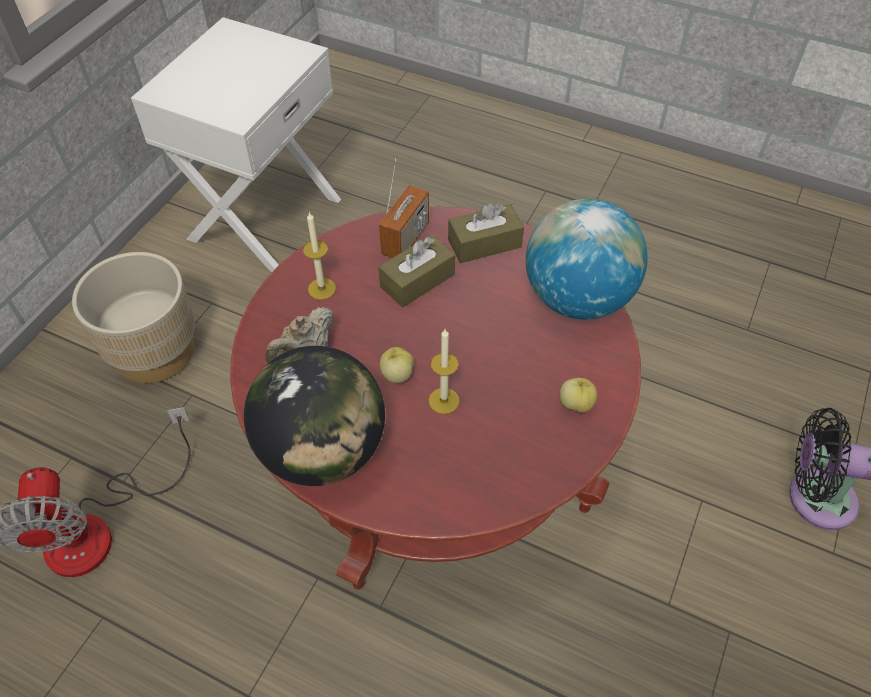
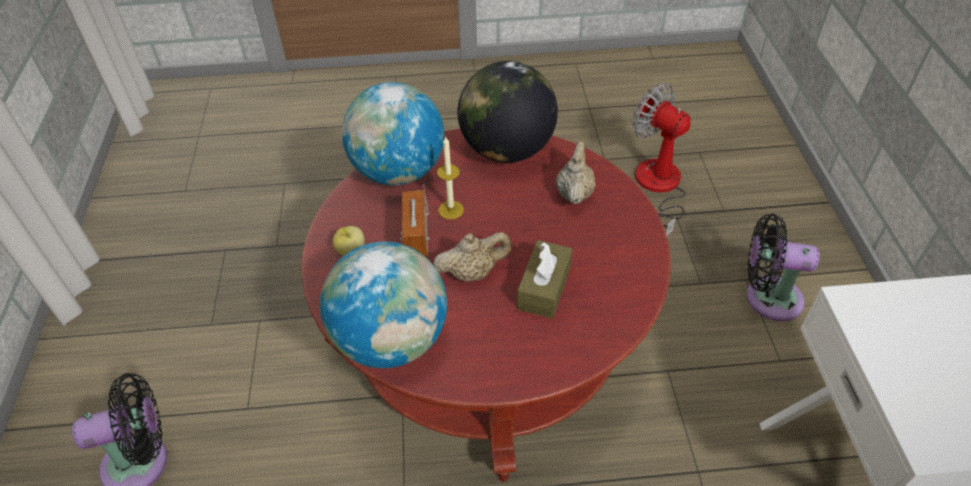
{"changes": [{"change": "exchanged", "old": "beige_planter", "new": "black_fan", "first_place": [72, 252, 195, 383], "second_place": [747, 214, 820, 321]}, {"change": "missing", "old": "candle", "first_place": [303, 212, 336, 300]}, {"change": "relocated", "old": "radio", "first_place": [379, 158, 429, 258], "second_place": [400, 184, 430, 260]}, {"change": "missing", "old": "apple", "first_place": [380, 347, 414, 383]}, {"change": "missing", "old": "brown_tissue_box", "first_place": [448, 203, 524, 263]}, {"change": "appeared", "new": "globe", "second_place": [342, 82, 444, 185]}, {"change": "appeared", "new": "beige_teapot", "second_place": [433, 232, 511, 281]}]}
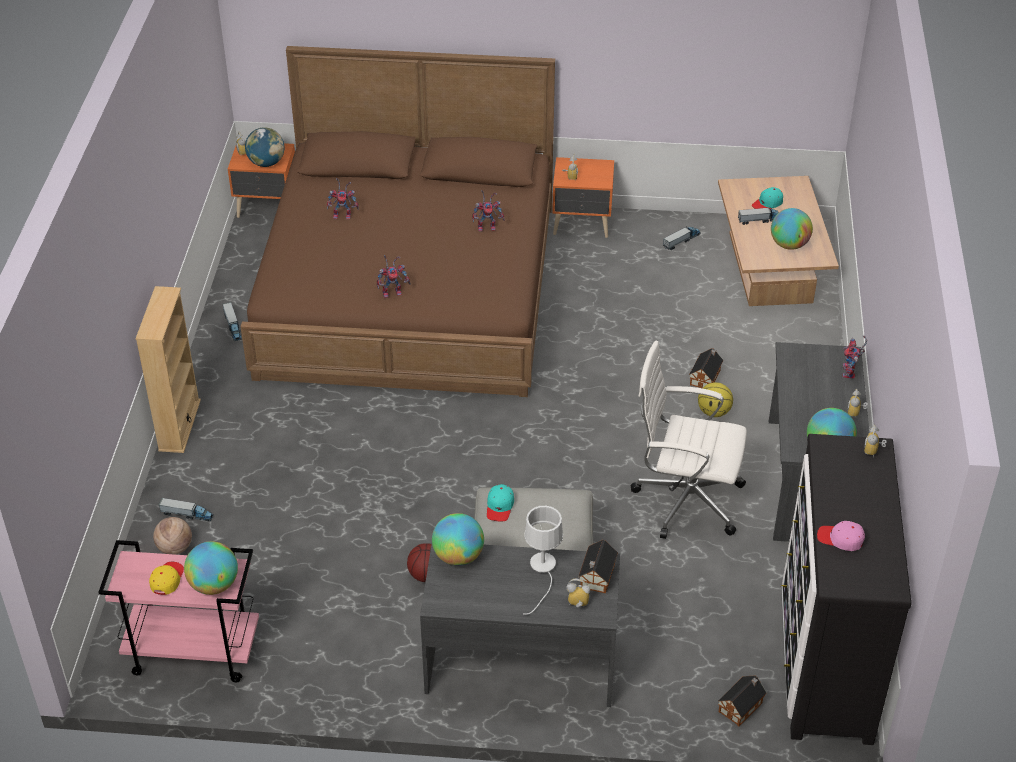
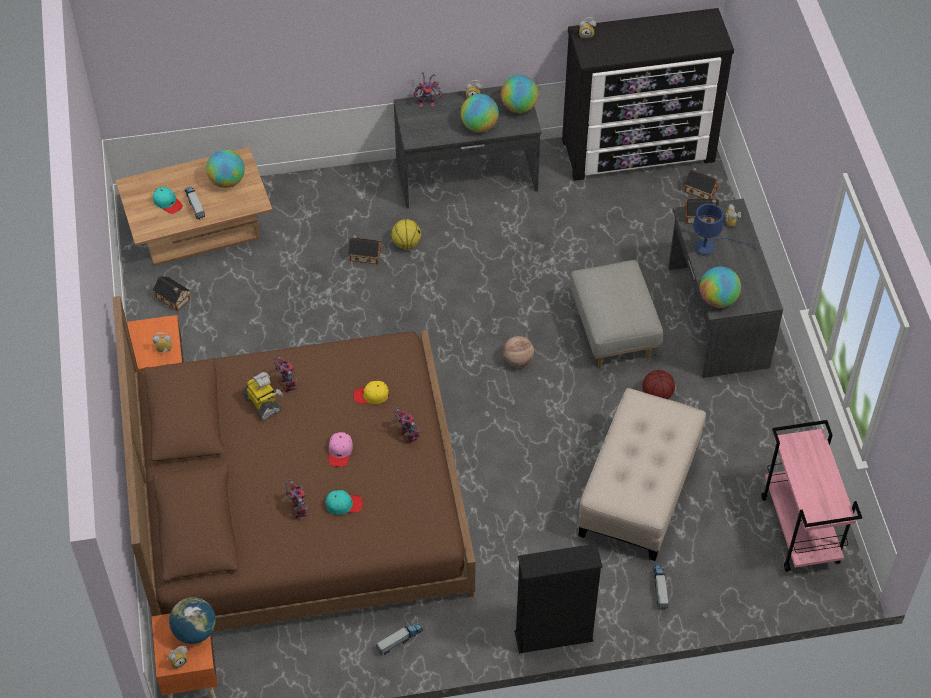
{"changes": [{"change": "colour", "old": "beige_bookcase", "new": "black_bookcase", "first_place": [135, 286, 201, 453], "second_place": [514, 544, 602, 653]}, {"change": "relocated", "old": "yellow_cap", "first_place": [149, 562, 184, 595], "second_place": [353, 381, 389, 404]}, {"change": "relocated", "old": "basketball", "first_place": [153, 517, 192, 555], "second_place": [503, 336, 534, 367]}, {"change": "relocated", "old": "globe", "first_place": [184, 541, 238, 595], "second_place": [461, 94, 499, 132]}, {"change": "relocated", "old": "turquoise_cap", "first_place": [487, 484, 514, 521], "second_place": [325, 490, 363, 515]}, {"change": "colour", "old": "white_table_lamp", "new": "blue_table_lamp", "first_place": [523, 506, 563, 615], "second_place": [693, 203, 756, 255]}, {"change": "missing", "old": "white_office_chair", "first_place": [631, 341, 747, 539]}, {"change": "exchanged", "old": "toy_truck", "new": "toy_house", "first_place": [663, 226, 701, 250], "second_place": [153, 276, 190, 311]}, {"change": "relocated", "old": "pink_cap", "first_place": [817, 521, 865, 551], "second_place": [329, 432, 353, 467]}, {"change": "appeared", "new": "toy_robot", "second_place": [243, 372, 283, 420]}, {"change": "appeared", "new": "beige_ottoman", "second_place": [578, 388, 706, 561]}]}
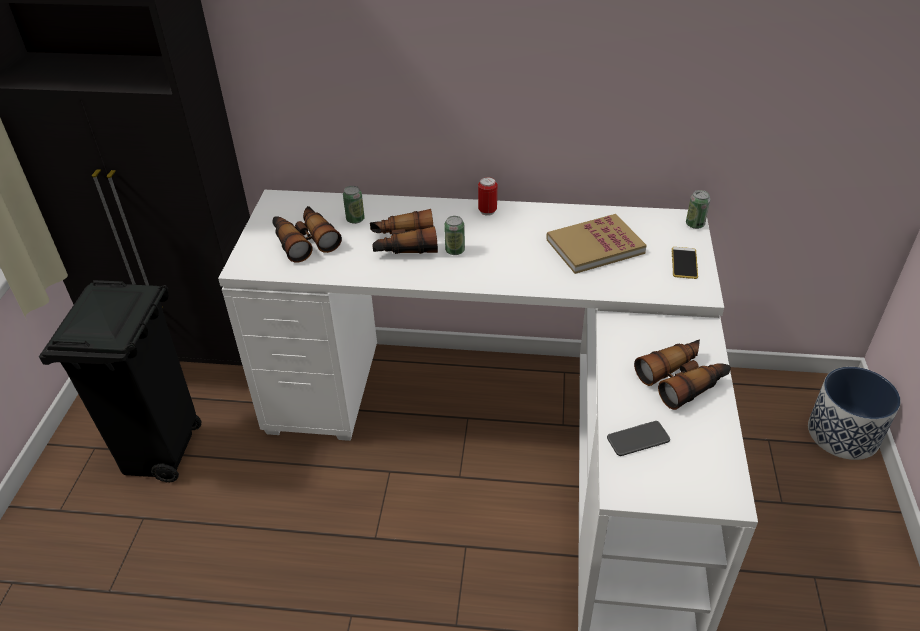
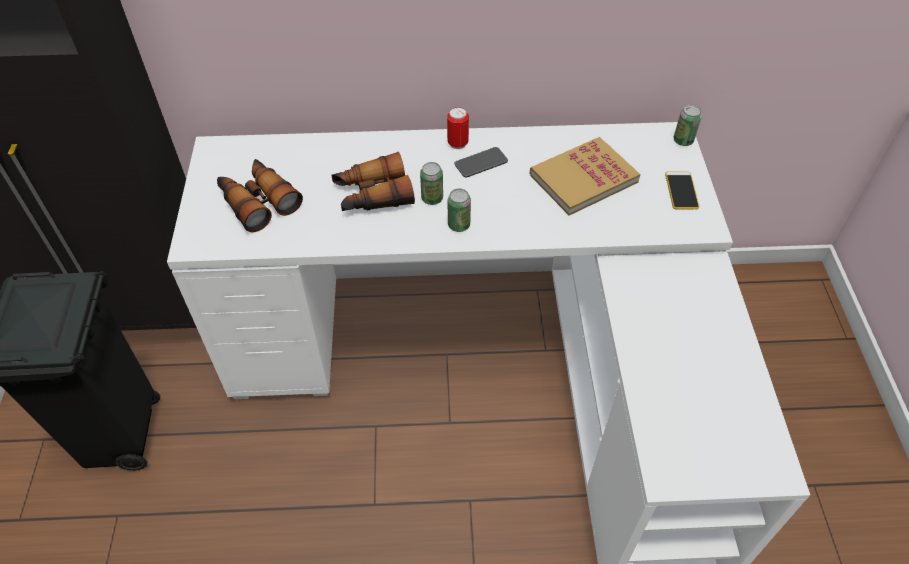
{"changes": [{"change": "relocated", "old": "can", "first_place": [343, 186, 365, 224], "second_place": [448, 189, 471, 232]}, {"change": "relocated", "old": "phone", "first_place": [607, 421, 670, 456], "second_place": [455, 147, 508, 178]}, {"change": "missing", "old": "binoculars", "first_place": [634, 340, 731, 410]}, {"change": "missing", "old": "planter", "first_place": [808, 367, 900, 460]}]}
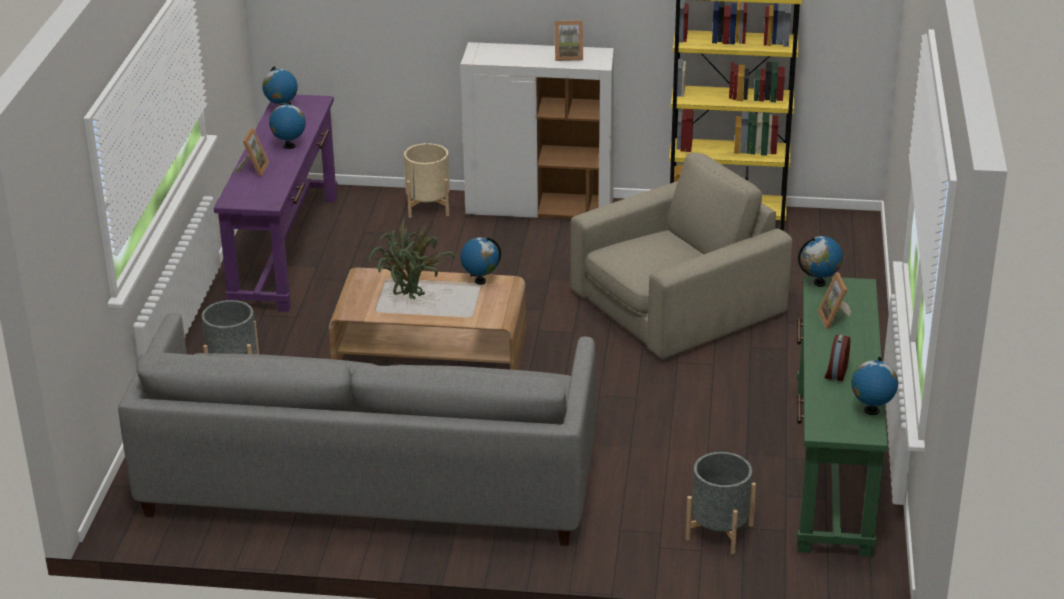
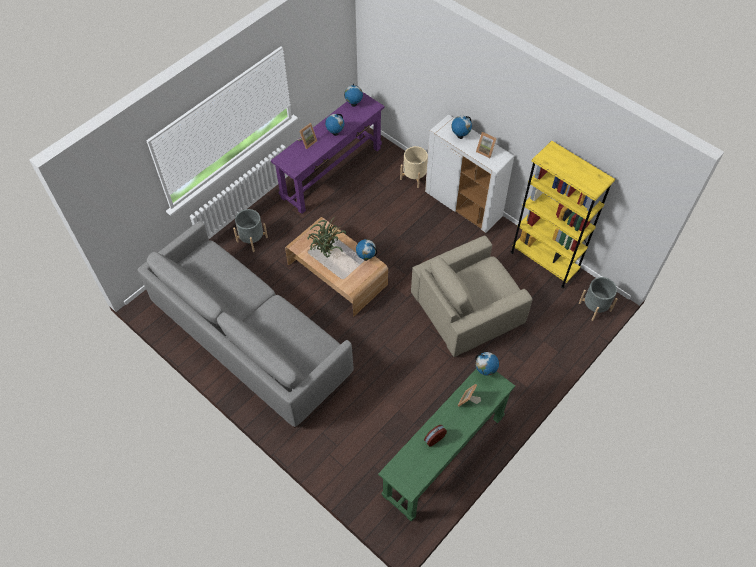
{"changes": [{"change": "spun", "old": "beige_armchair", "first_place": [570, 153, 792, 359], "second_place": [411, 235, 533, 357], "degrees": 150}, {"change": "relocated", "old": "grey_planter", "first_place": [685, 452, 756, 554], "second_place": [579, 277, 618, 321]}, {"change": "relocated", "old": "globe", "first_place": [851, 357, 898, 415], "second_place": [451, 116, 472, 139]}]}
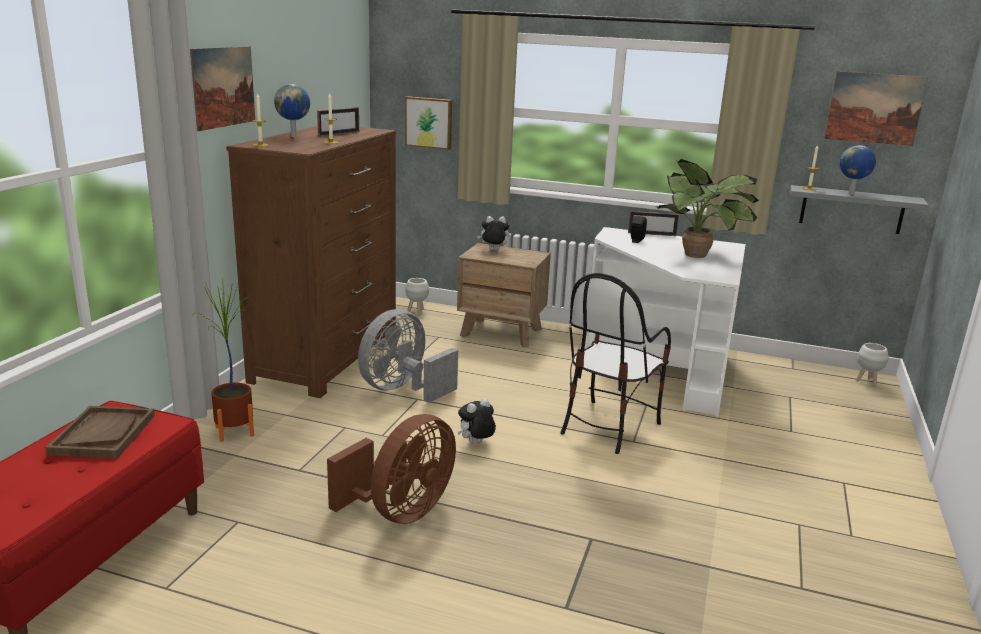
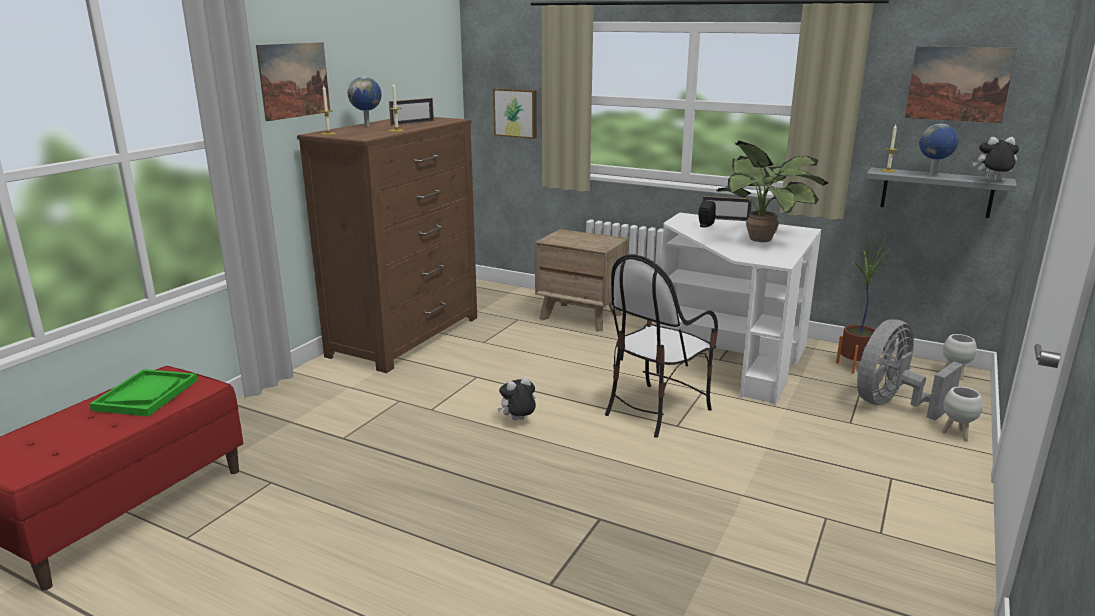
{"changes": [{"change": "colour", "old": "brown_tray", "new": "green_tray", "first_place": [46, 406, 155, 458], "second_place": [89, 369, 198, 416]}, {"change": "relocated", "old": "potted_plant", "first_place": [191, 279, 254, 442], "second_place": [836, 235, 896, 374]}, {"change": "missing", "old": "brown_fan", "first_place": [327, 414, 456, 524]}, {"change": "relocated", "old": "grey_fan", "first_place": [358, 309, 458, 403], "second_place": [857, 319, 963, 421]}, {"change": "relocated", "old": "white_planter", "first_place": [405, 278, 429, 314], "second_place": [942, 387, 983, 441]}, {"change": "relocated", "old": "plush_toy", "first_place": [477, 216, 510, 251], "second_place": [973, 137, 1019, 181]}]}
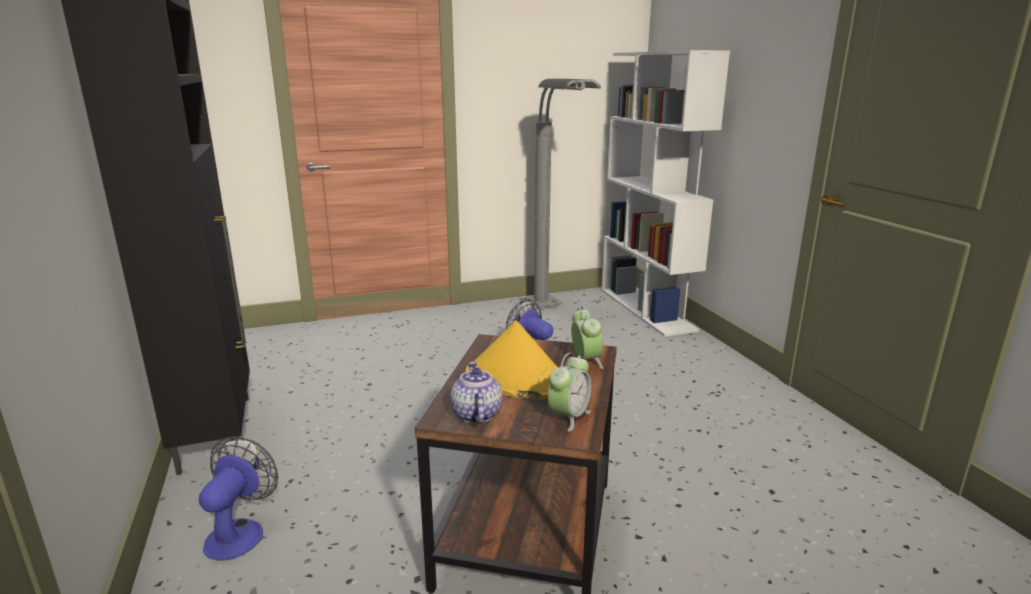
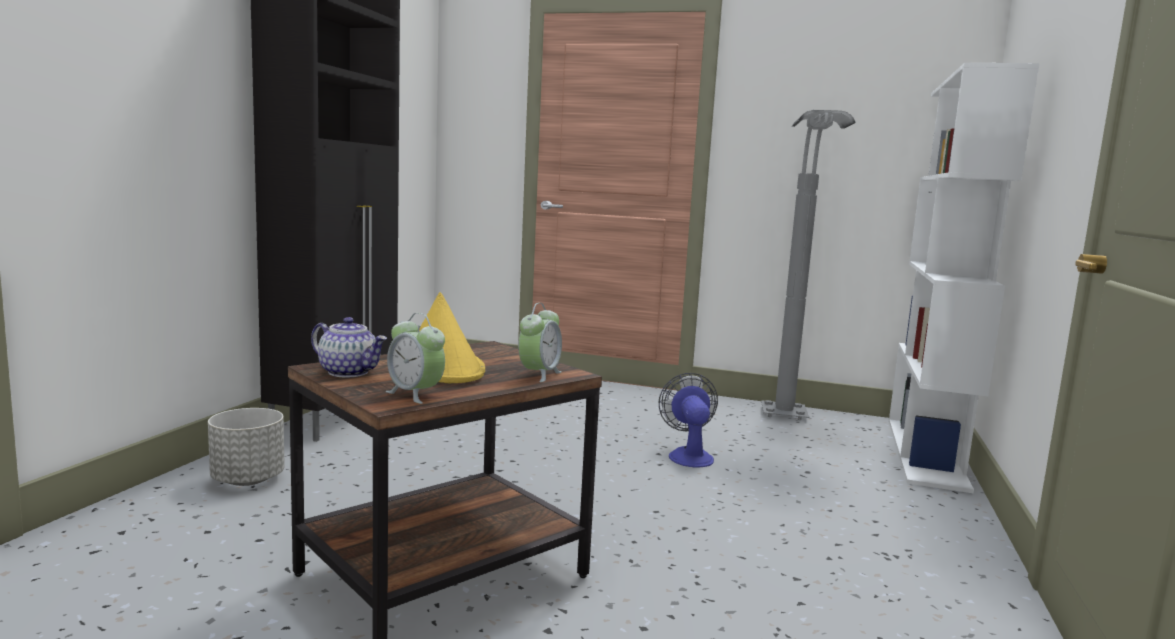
{"changes": [{"change": "exchanged", "old": "fan", "new": "grey_planter", "first_place": [199, 437, 278, 561], "second_place": [208, 408, 285, 486]}, {"change": "spun", "old": "teapot", "first_place": [450, 362, 503, 423], "second_place": [311, 317, 387, 377], "degrees": 90}, {"change": "spun", "old": "alarm_clock", "first_place": [548, 353, 591, 432], "second_place": [386, 313, 445, 404], "degrees": 60}]}
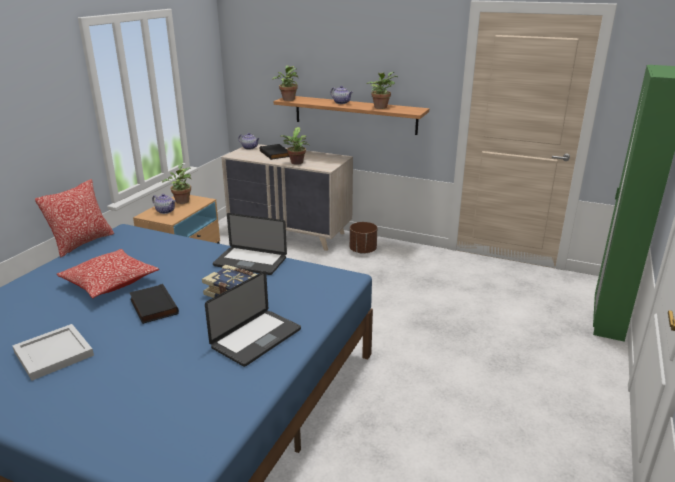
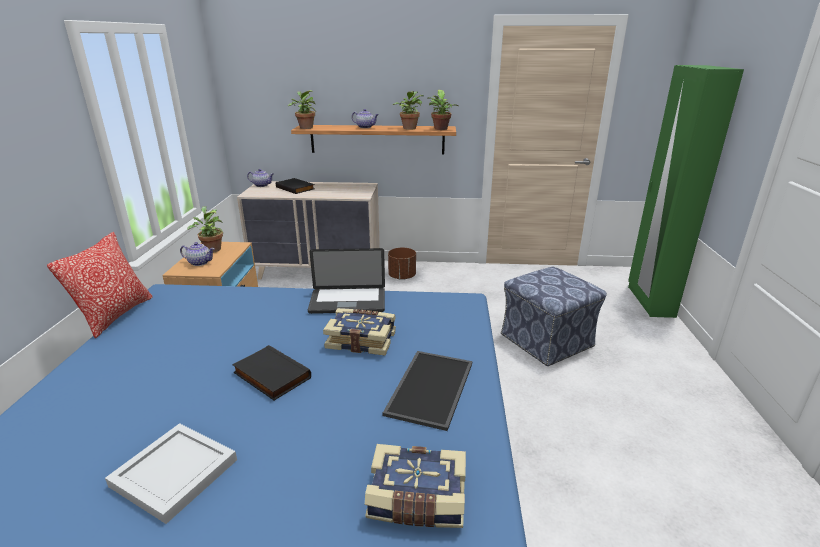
{"changes": [{"change": "missing", "old": "pillow", "first_place": [57, 249, 159, 298]}, {"change": "exchanged", "old": "laptop", "new": "tray", "first_place": [205, 271, 301, 367], "second_place": [383, 351, 472, 431]}, {"change": "relocated", "old": "potted_plant", "first_place": [280, 127, 309, 165], "second_place": [427, 90, 459, 130]}, {"change": "appeared", "new": "book", "second_place": [365, 444, 466, 528]}, {"change": "appeared", "new": "ottoman", "second_place": [501, 267, 607, 366]}]}
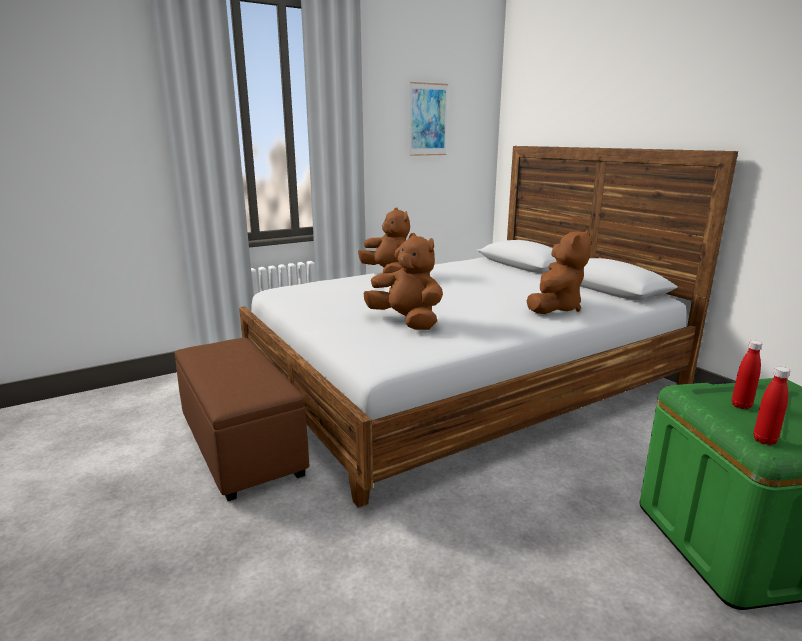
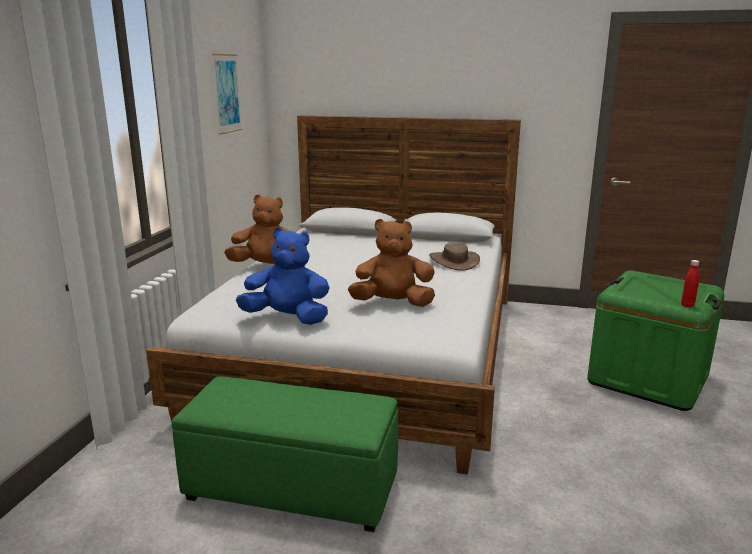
{"changes": [{"change": "colour", "old": "brown_ottoman", "new": "green_ottoman", "first_place": [174, 338, 309, 501], "second_place": [172, 376, 398, 532]}, {"change": "exchanged", "old": "brown_plush_toy", "new": "brown_hat", "first_place": [527, 230, 591, 314], "second_place": [429, 243, 480, 271]}, {"change": "missing", "old": "red_bottle", "first_place": [732, 340, 762, 409]}, {"change": "appeared", "new": "blue_plush_toy", "second_place": [236, 228, 330, 325]}]}
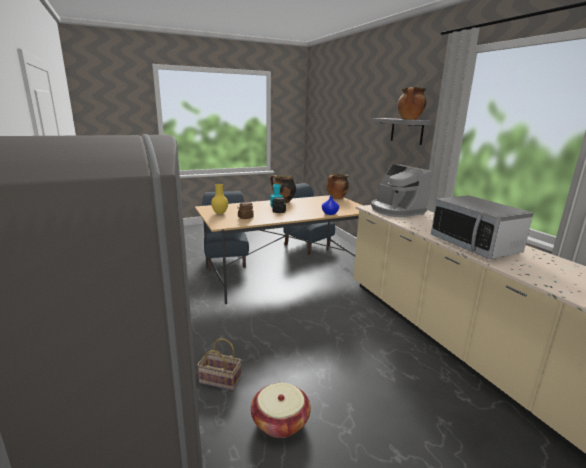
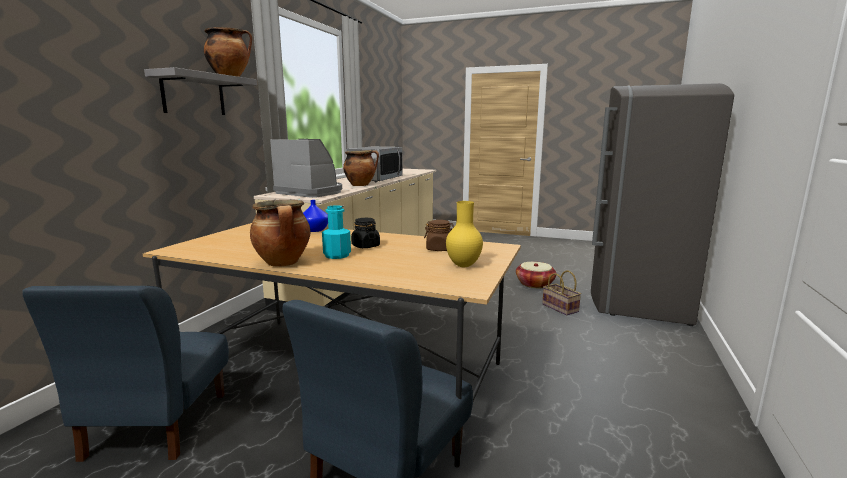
{"changes": [{"change": "relocated", "old": "cooking_pot", "first_place": [326, 173, 349, 199], "second_place": [343, 150, 379, 186]}, {"change": "spun", "old": "coffee_machine", "first_place": [371, 164, 432, 217], "second_place": [270, 139, 342, 198], "degrees": -75}]}
